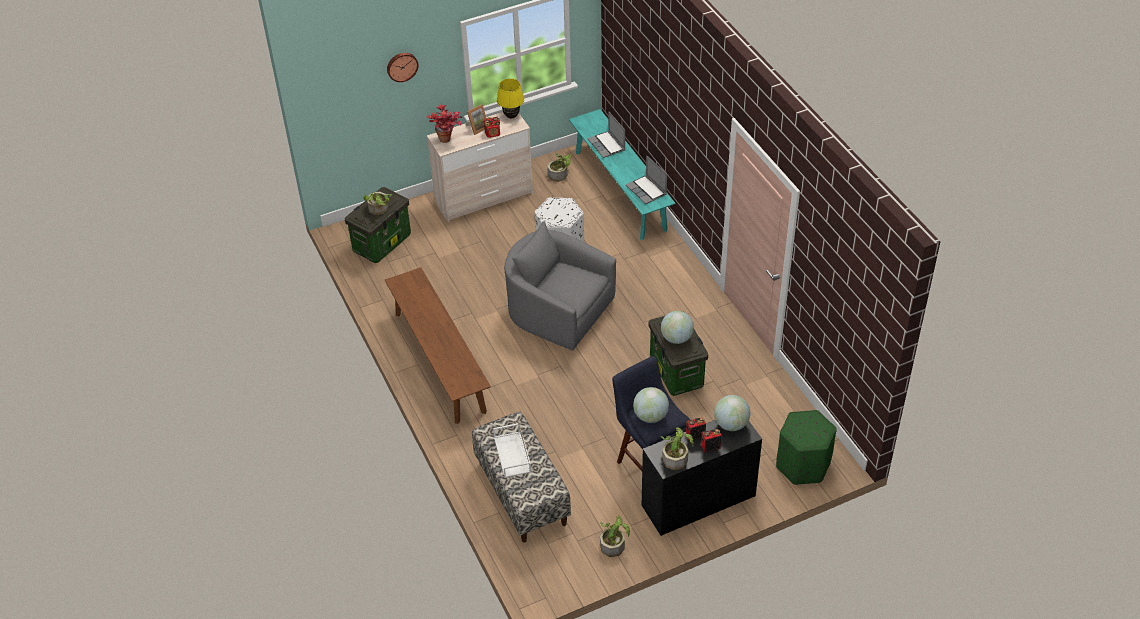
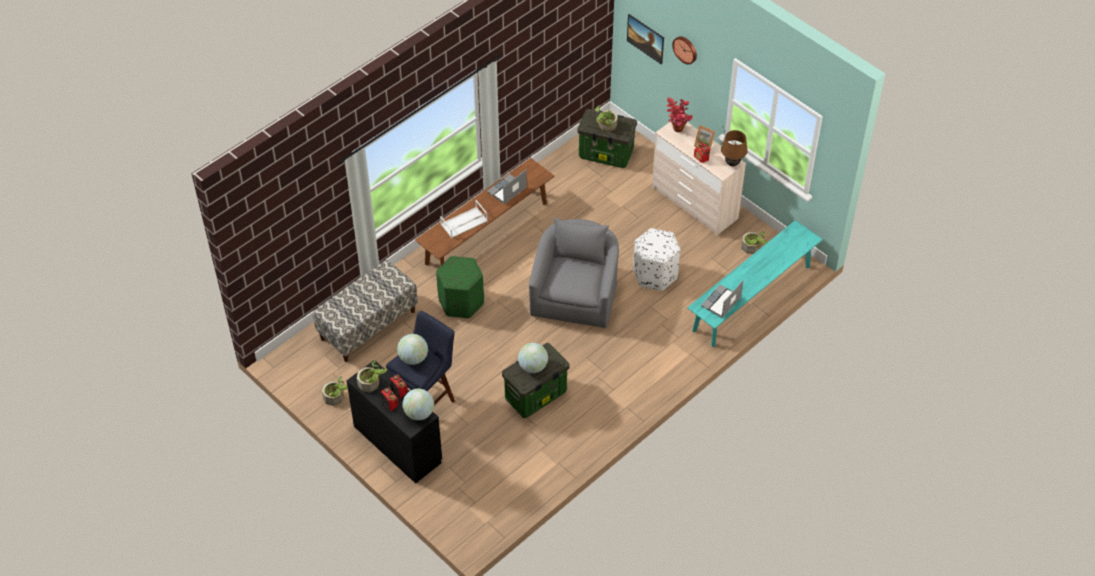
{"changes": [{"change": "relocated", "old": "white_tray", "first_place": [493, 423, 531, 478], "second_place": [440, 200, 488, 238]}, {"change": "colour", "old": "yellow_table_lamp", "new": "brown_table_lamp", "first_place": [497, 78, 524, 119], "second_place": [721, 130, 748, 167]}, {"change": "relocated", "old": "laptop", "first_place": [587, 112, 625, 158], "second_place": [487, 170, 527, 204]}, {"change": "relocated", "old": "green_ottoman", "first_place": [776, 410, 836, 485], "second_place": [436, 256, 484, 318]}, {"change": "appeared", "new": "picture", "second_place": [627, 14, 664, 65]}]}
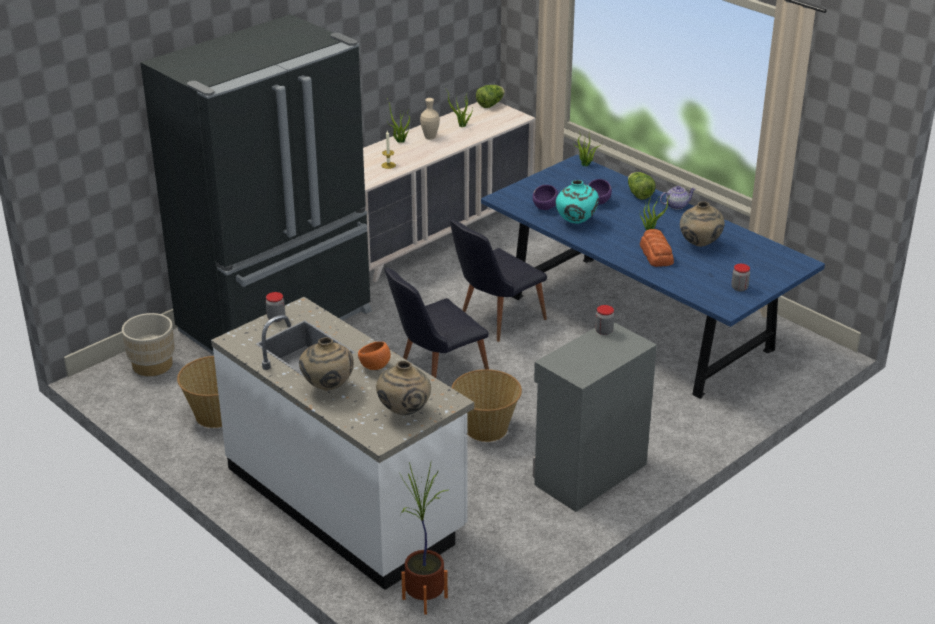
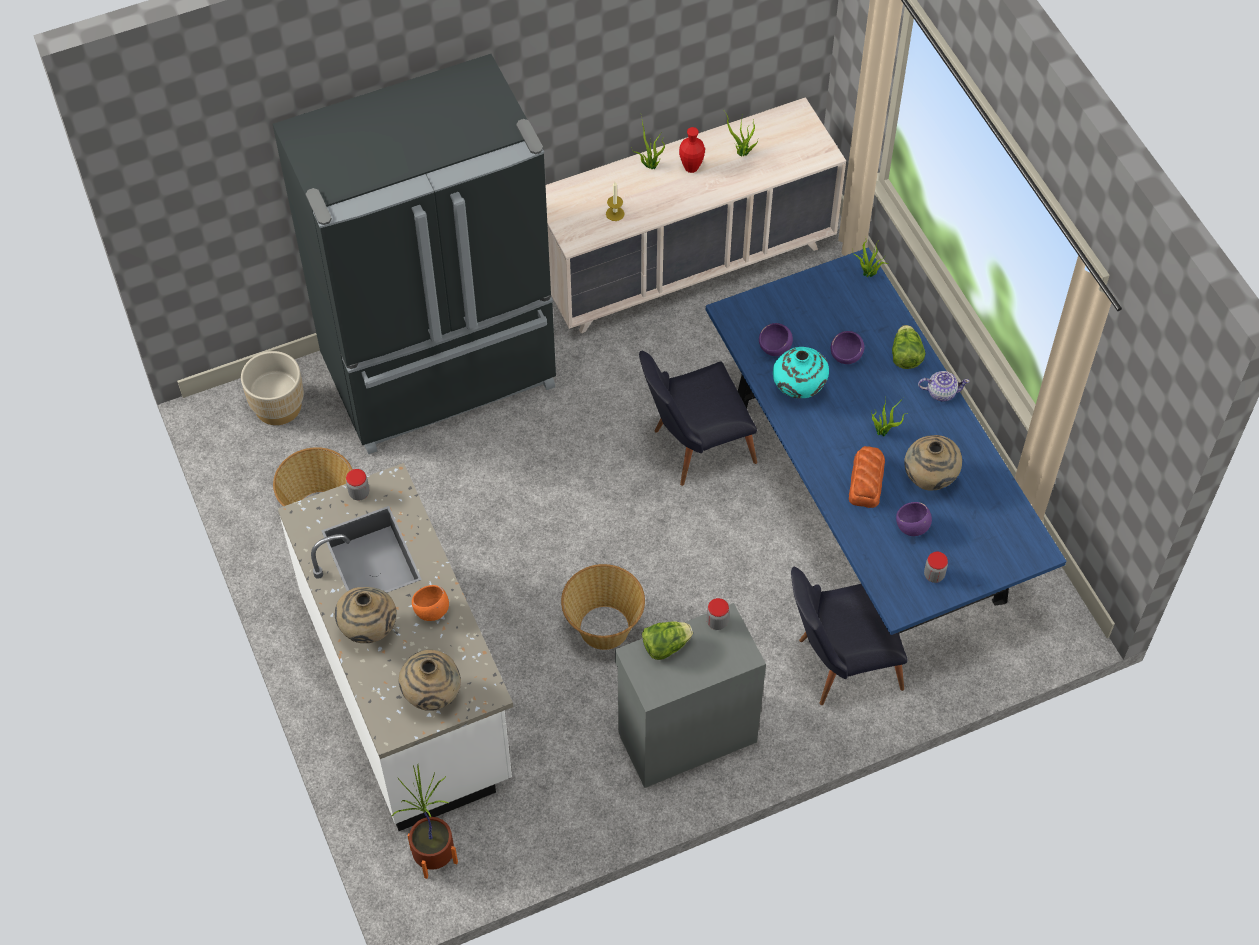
{"changes": [{"change": "relocated", "old": "black_chair", "first_place": [384, 268, 489, 378], "second_place": [791, 567, 908, 705]}, {"change": "colour", "old": "beige_vase", "new": "red_vase", "first_place": [420, 98, 440, 140], "second_place": [679, 127, 705, 173]}, {"change": "relocated", "old": "lettuce", "first_place": [476, 85, 505, 108], "second_place": [642, 621, 693, 660]}, {"change": "appeared", "new": "purple_bowl", "second_place": [896, 502, 932, 536]}]}
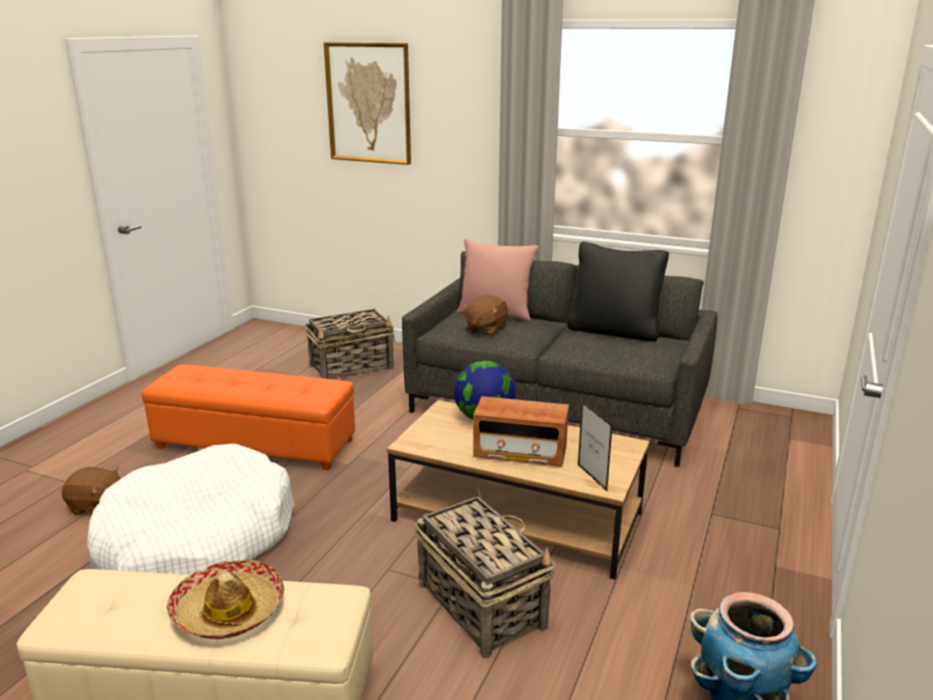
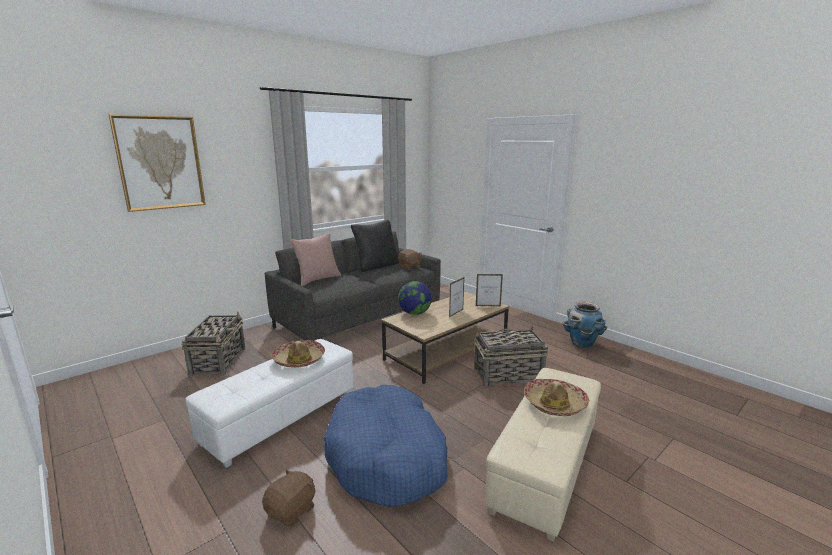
{"changes": [{"change": "colour", "old": "white_dog_bed", "new": "blue_dog_bed", "first_place": [87, 444, 294, 575], "second_place": [324, 385, 448, 507]}, {"change": "colour", "old": "orange_ottoman", "new": "white_ottoman", "first_place": [141, 364, 355, 471], "second_place": [185, 339, 354, 468]}, {"change": "relocated", "old": "brown_plush_toy", "first_place": [463, 295, 508, 336], "second_place": [398, 249, 422, 270]}, {"change": "exchanged", "old": "radio", "new": "picture_frame", "first_place": [473, 396, 569, 467], "second_place": [449, 277, 464, 318]}, {"change": "appeared", "new": "hat", "second_place": [271, 340, 325, 368]}]}
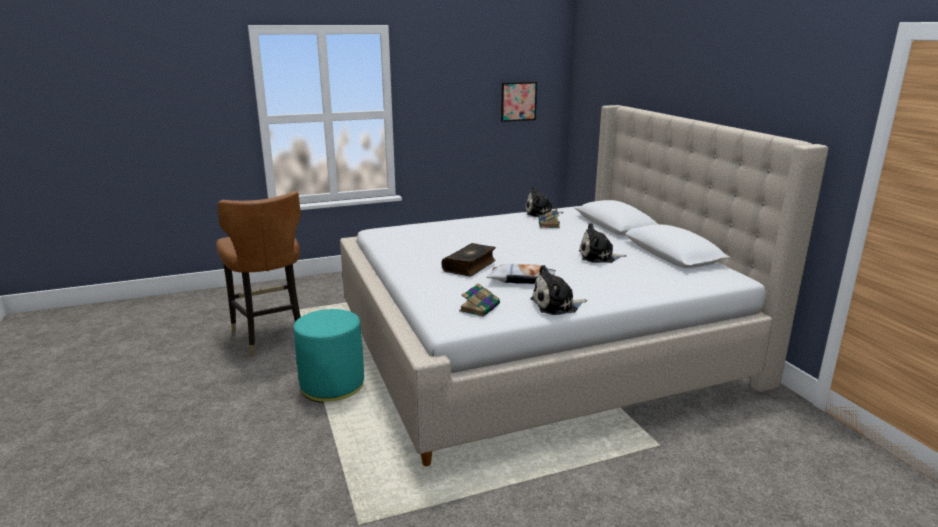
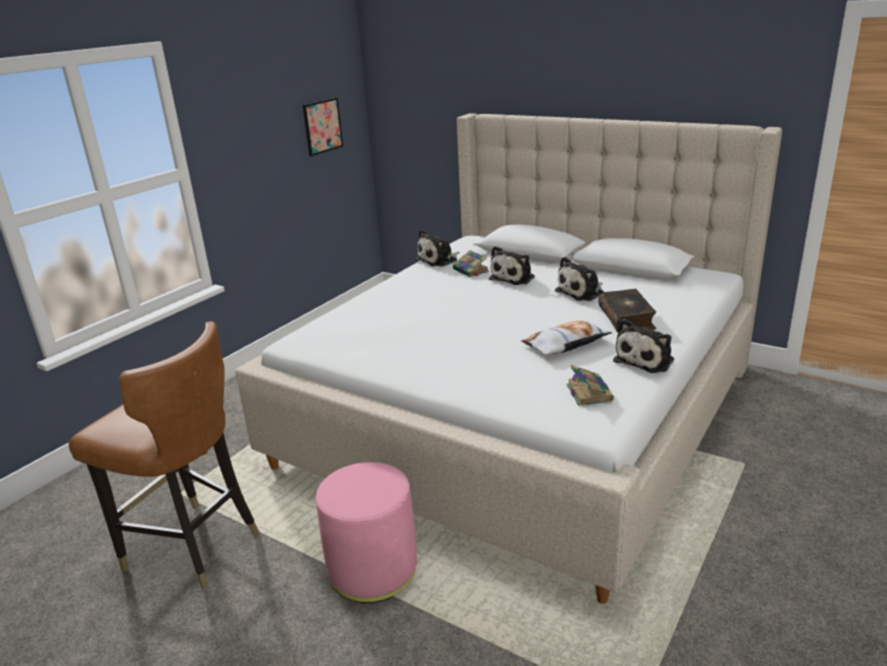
{"changes": [{"change": "colour", "old": "turquoise_ottoman", "new": "pink_ottoman", "first_place": [294, 309, 364, 403], "second_place": [316, 462, 417, 603]}, {"change": "relocated", "old": "book", "first_place": [441, 243, 496, 276], "second_place": [598, 289, 656, 333]}, {"change": "appeared", "new": "plush_toy", "second_place": [489, 246, 535, 285]}]}
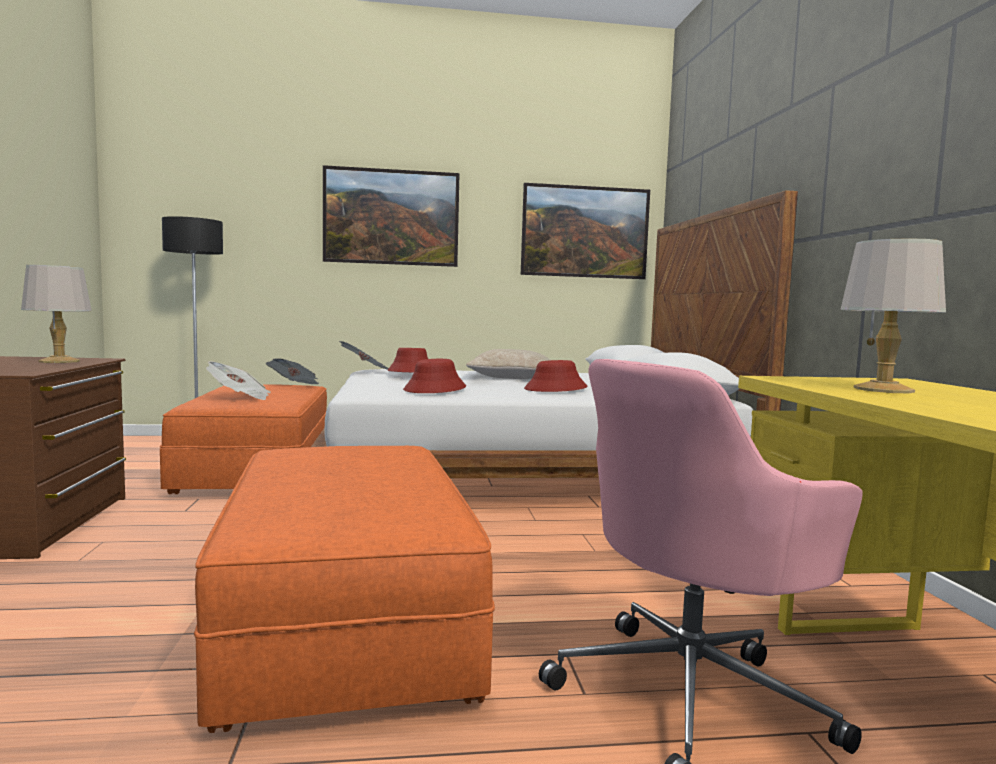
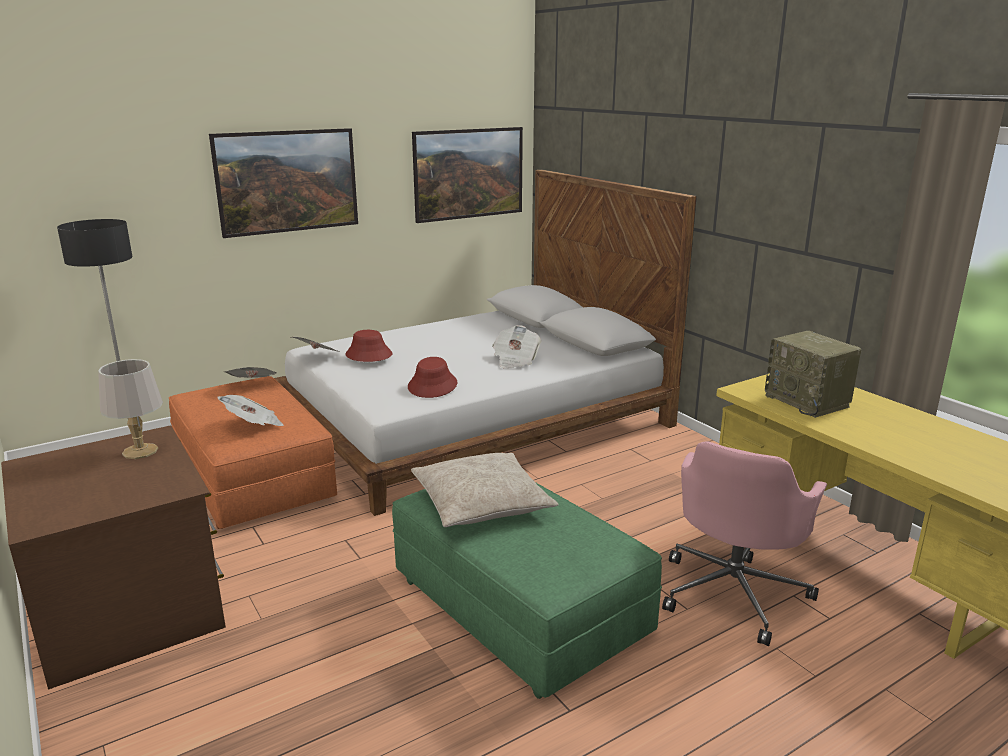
{"changes": [{"change": "colour", "old": "orange_ottoman", "new": "green_ottoman", "first_place": [194, 446, 495, 733], "second_place": [392, 482, 662, 699]}, {"change": "relocated", "old": "beige_pillow", "first_place": [466, 349, 550, 379], "second_place": [411, 453, 558, 527]}, {"change": "exchanged", "old": "red_hat", "new": "newspaper", "first_place": [524, 360, 587, 392], "second_place": [492, 325, 541, 369]}, {"change": "exchanged", "old": "grey_table_lamp", "new": "radio", "first_place": [840, 238, 946, 393], "second_place": [765, 331, 861, 418]}]}
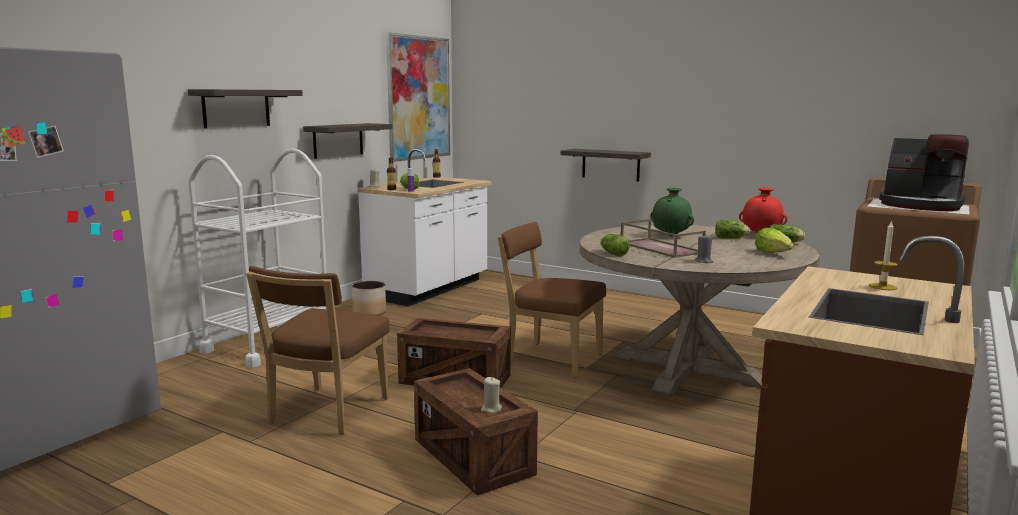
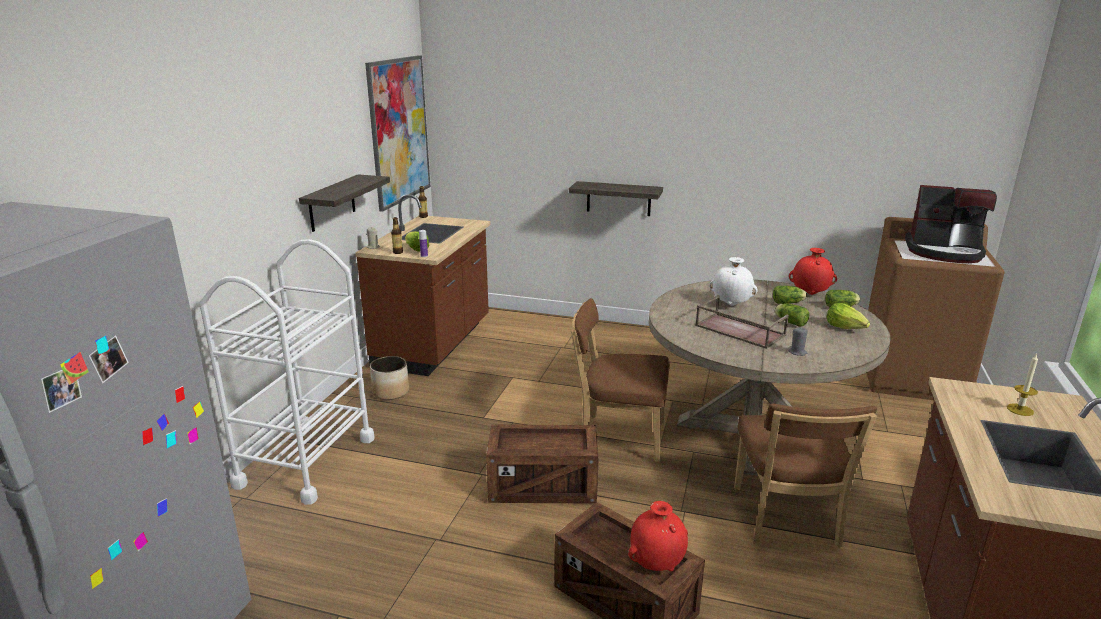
{"changes": [{"change": "missing", "old": "shelf", "first_place": [188, 89, 303, 128]}, {"change": "relocated", "old": "brown_chair", "first_place": [246, 266, 390, 435], "second_place": [734, 404, 877, 548]}, {"change": "colour", "old": "white_counter", "new": "brown_counter", "first_place": [357, 149, 492, 307], "second_place": [355, 194, 491, 376]}, {"change": "exchanged", "old": "beige_candle", "new": "red_vase", "first_place": [481, 377, 502, 413], "second_place": [628, 501, 688, 571]}, {"change": "relocated", "old": "lettuce", "first_place": [600, 234, 630, 256], "second_place": [774, 304, 810, 327]}, {"change": "colour", "old": "green_vase", "new": "white_vase", "first_place": [650, 188, 694, 236], "second_place": [709, 257, 758, 306]}]}
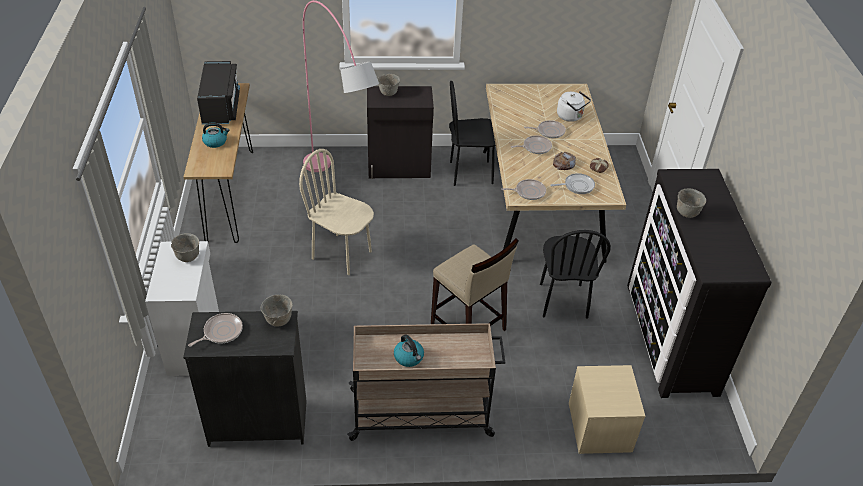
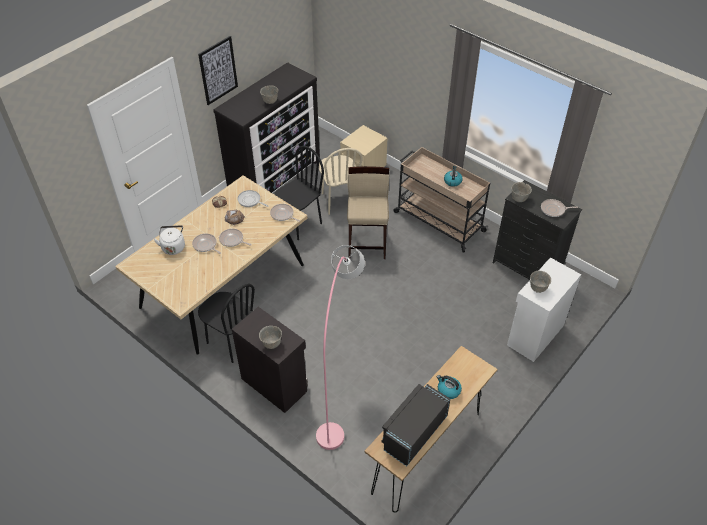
{"changes": [{"change": "relocated", "old": "beige_chair", "first_place": [299, 149, 374, 275], "second_place": [319, 148, 363, 215]}, {"change": "appeared", "new": "picture", "second_place": [198, 36, 238, 105]}]}
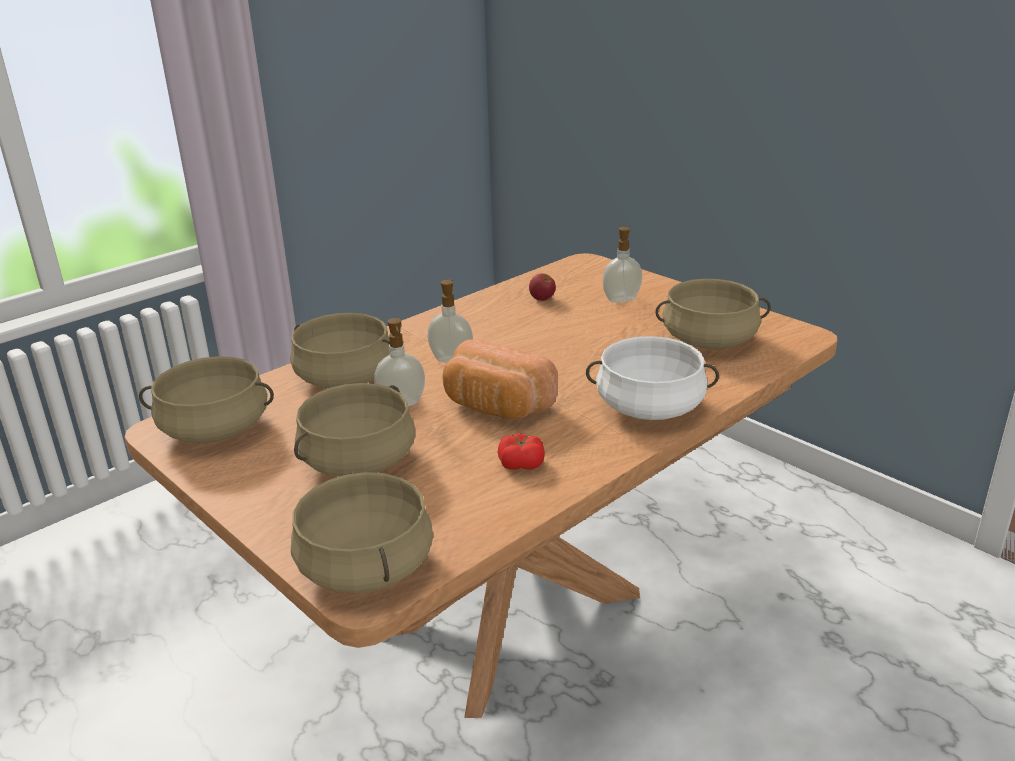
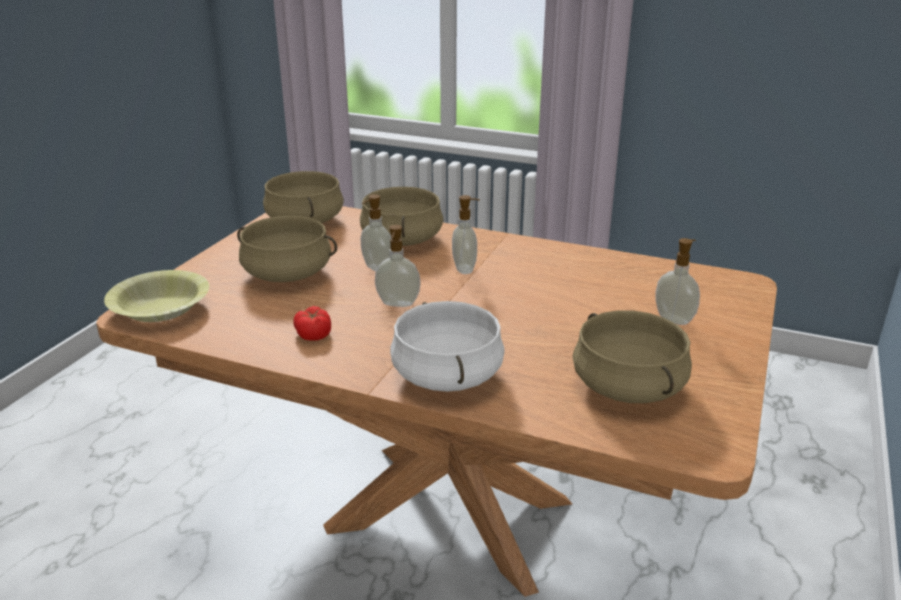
{"changes": [{"change": "exchanged", "old": "beige_cooking_pot", "new": "yellow_bowl", "first_place": [291, 471, 433, 593], "second_place": [104, 270, 209, 322]}, {"change": "exchanged", "old": "bread", "new": "soap_dispenser", "first_place": [443, 339, 558, 419], "second_place": [375, 225, 421, 307]}, {"change": "missing", "old": "apple", "first_place": [529, 273, 556, 301]}]}
